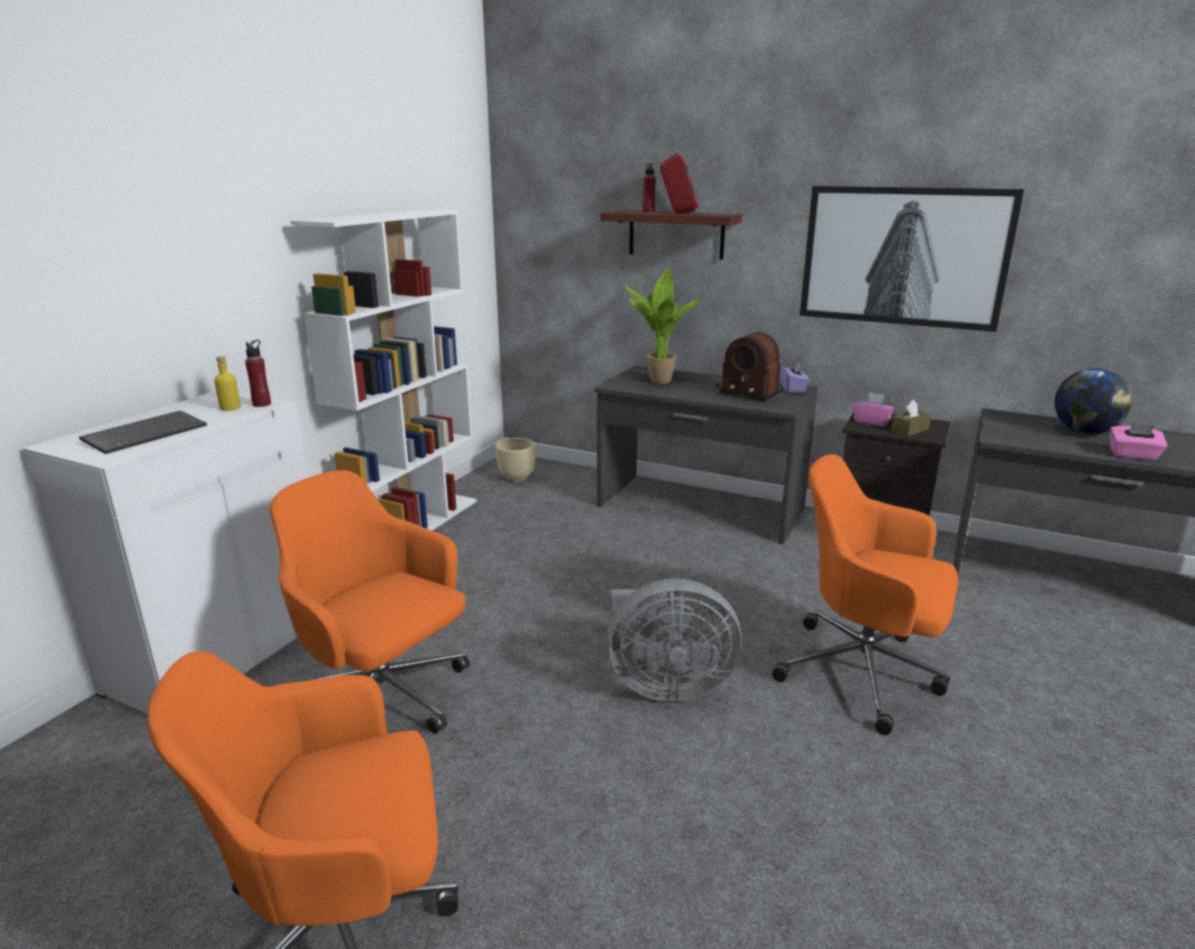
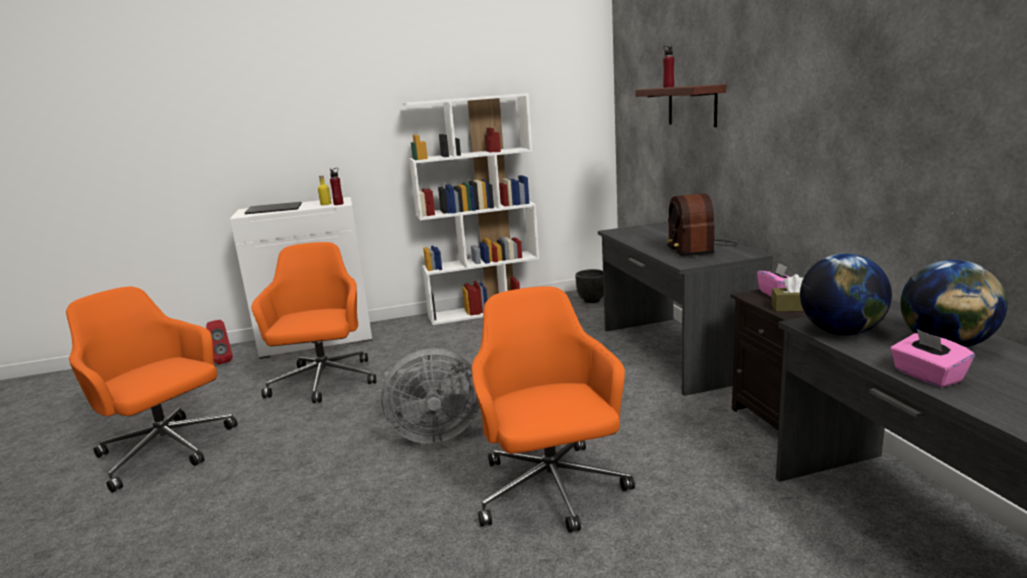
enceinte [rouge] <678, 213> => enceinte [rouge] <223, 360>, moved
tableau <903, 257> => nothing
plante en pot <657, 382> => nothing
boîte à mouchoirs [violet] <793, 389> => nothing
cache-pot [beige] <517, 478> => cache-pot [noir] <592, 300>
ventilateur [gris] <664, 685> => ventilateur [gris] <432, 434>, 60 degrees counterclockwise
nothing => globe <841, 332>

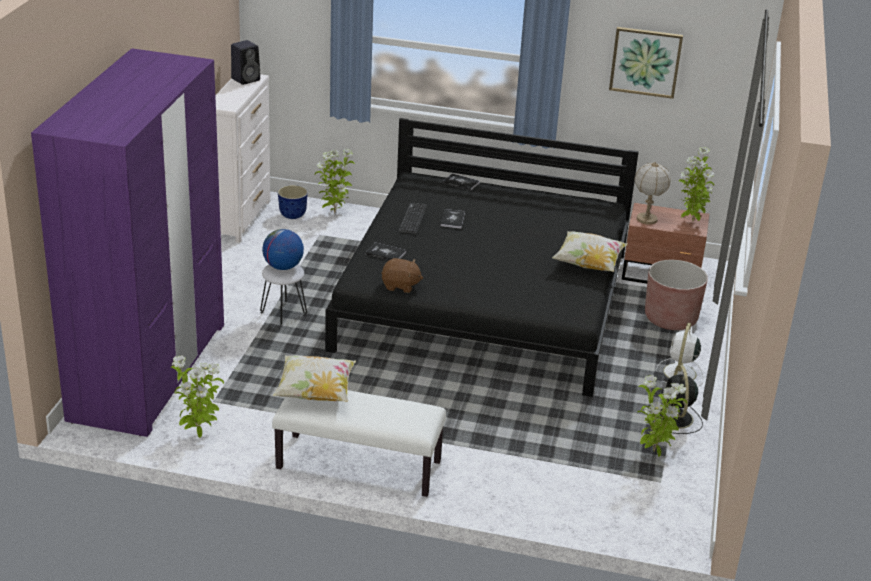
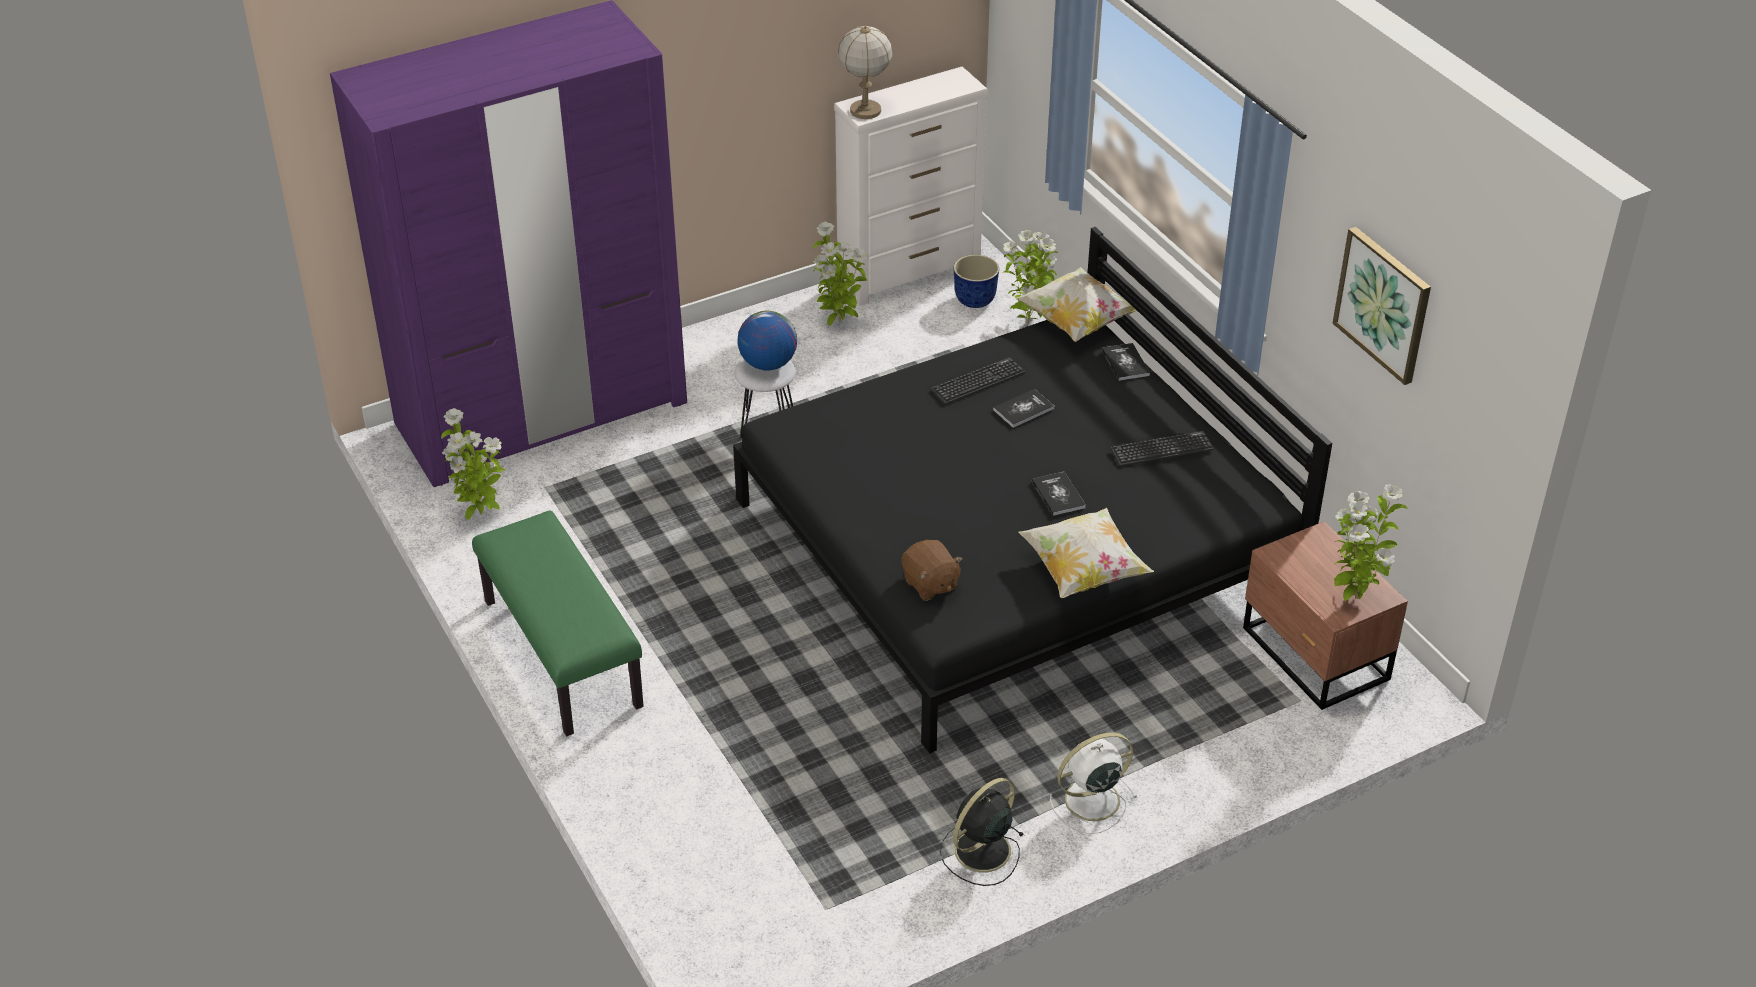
enceinte [noir] <246, 79> => nothing
lampe de table <646, 219> => lampe de table <866, 110>, moved
livre <385, 253> => livre <1058, 495>, moved
peluche [marron] <400, 286> => peluche [marron] <930, 584>, moved
cache-pot [marron] <670, 319> => nothing
coussin <315, 393> => coussin <1076, 322>, moved
plante en pot <654, 453> => plante en pot <838, 323>, moved
banc [blanc] <357, 466> => banc [vert] <560, 654>
nothing => clavier <1162, 449>

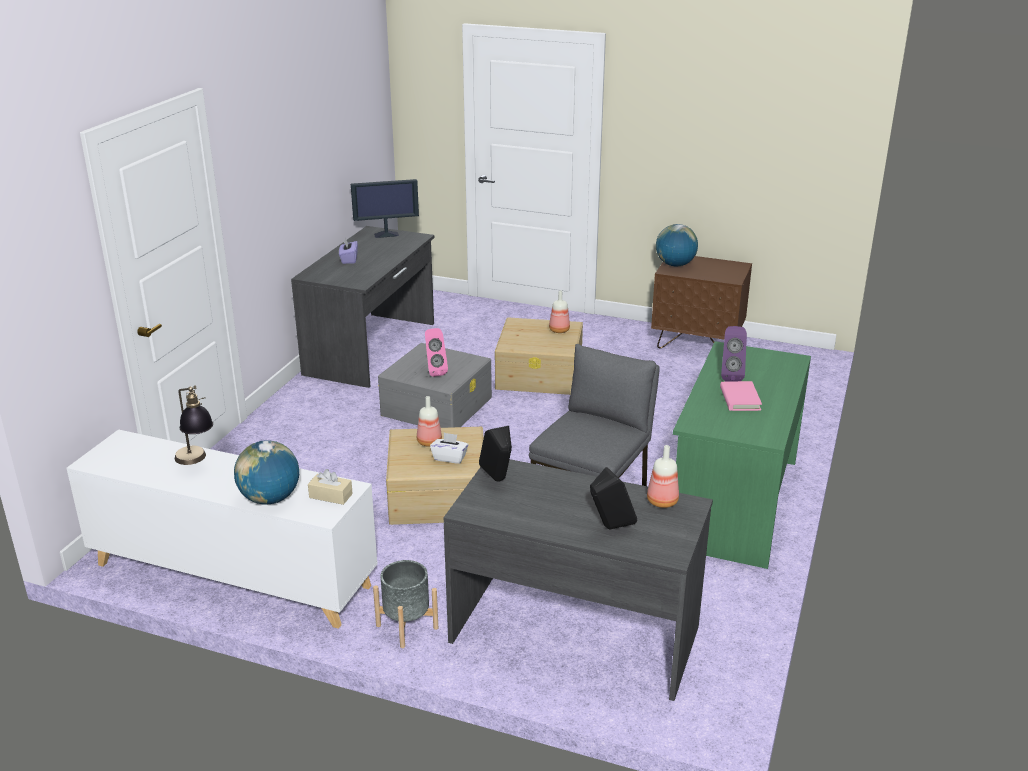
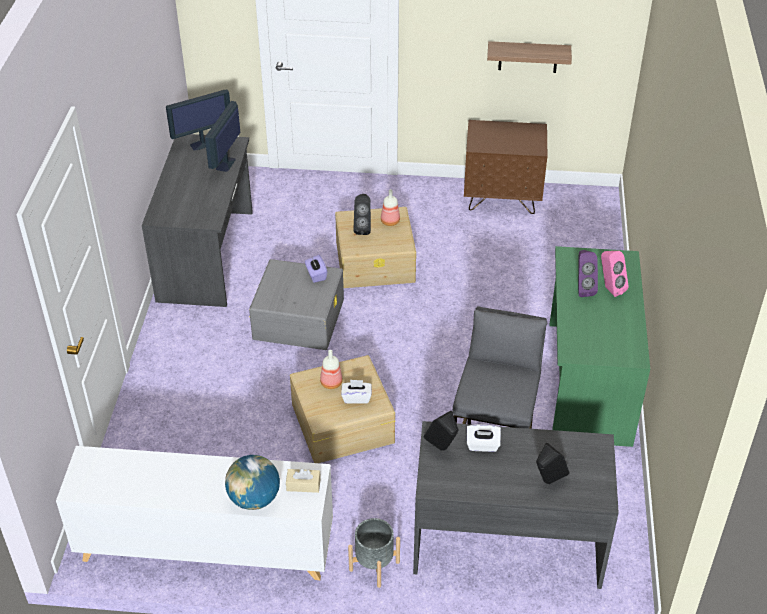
globe <675, 264> => nothing
boîte à mouchoirs [violet] <349, 259> => boîte à mouchoirs [violet] <316, 275>, moved
enceinte [rose] <434, 372> => enceinte [rose] <609, 289>, moved
livre [rose] <740, 399> => nothing
lampe de table <196, 462> => nothing
bouteille <661, 501> => nothing
nothing => étagère <528, 57>
nothing => écran d'ordinateur <225, 164>
nothing => enceinte [noir] <363, 228>
nothing => boîte à mouchoirs [blanc] <482, 445>

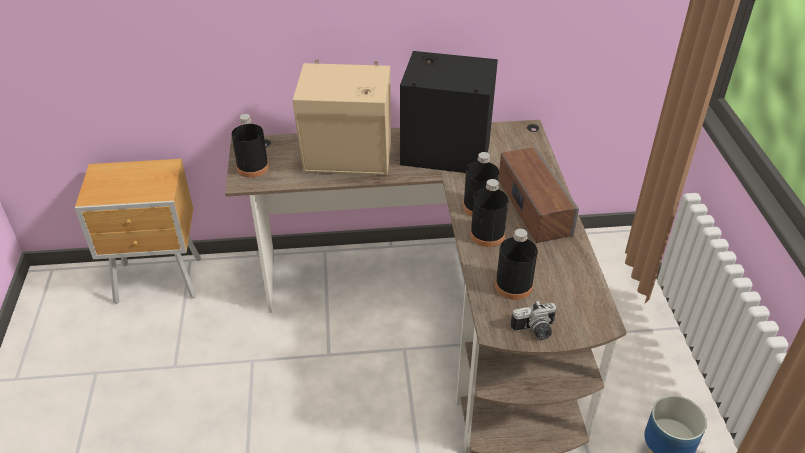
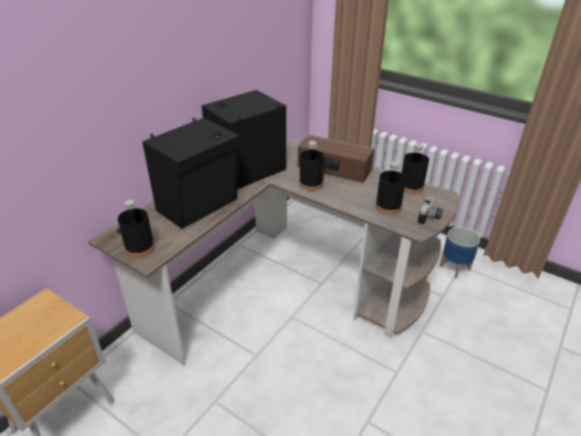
enceinte [beige] <349, 161> => enceinte [noir] <200, 206>
bouteille [noir] <487, 235> => bouteille [noir] <411, 187>, moved

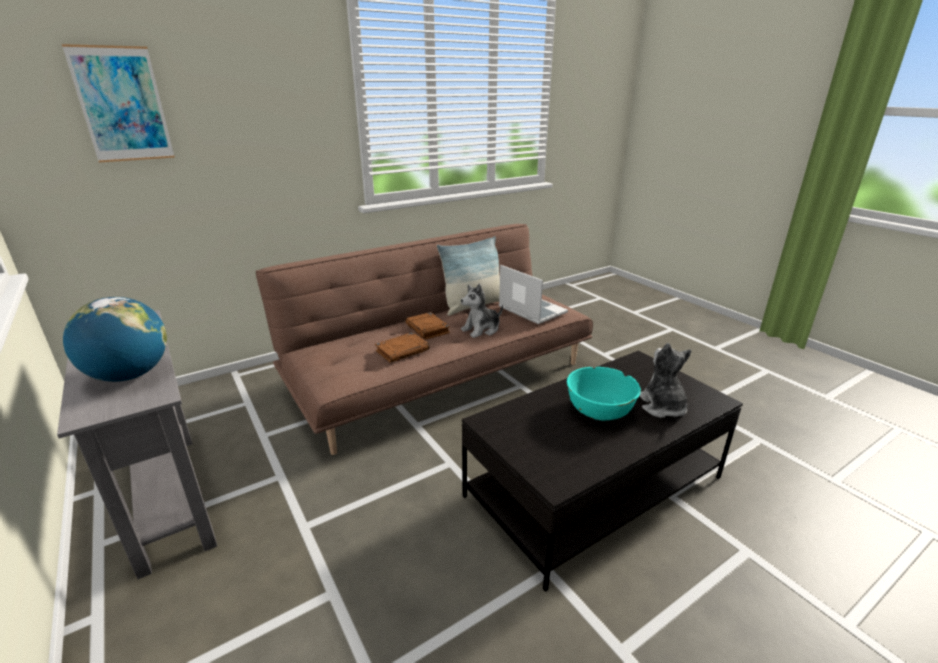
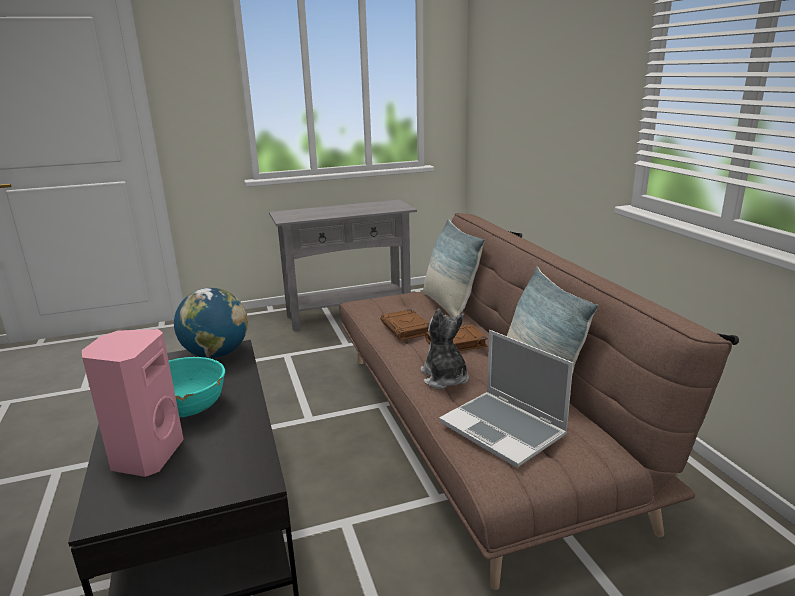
tableau <122, 105> => nothing
ordinateur portable <531, 310> => ordinateur portable <504, 429>, 75 degrees clockwise
globe <130, 375> => globe <216, 354>, moved
peluche <662, 407> => enceinte [rose] <145, 456>
nothing => coussin <448, 305>

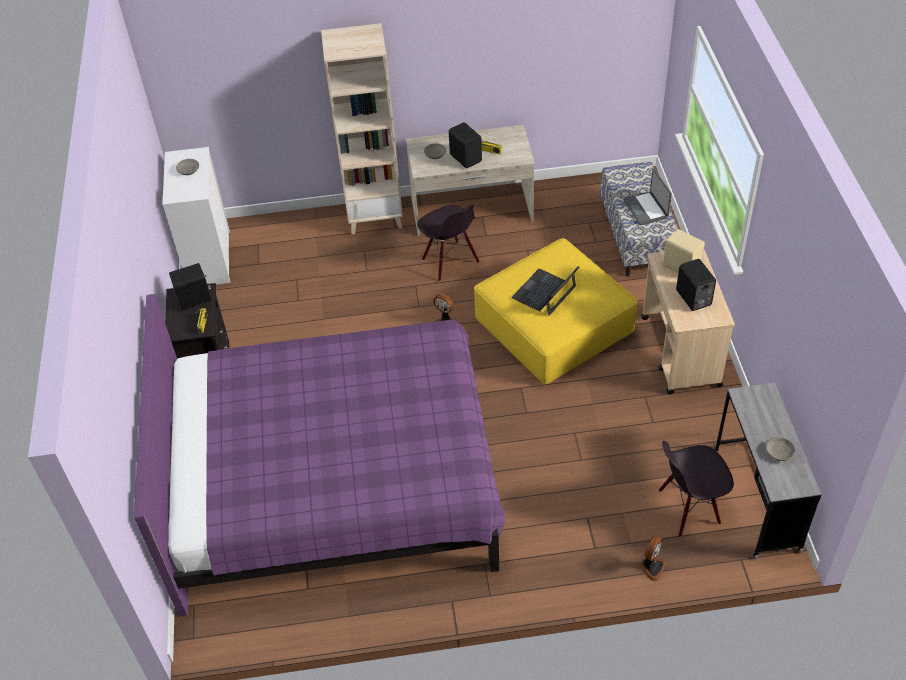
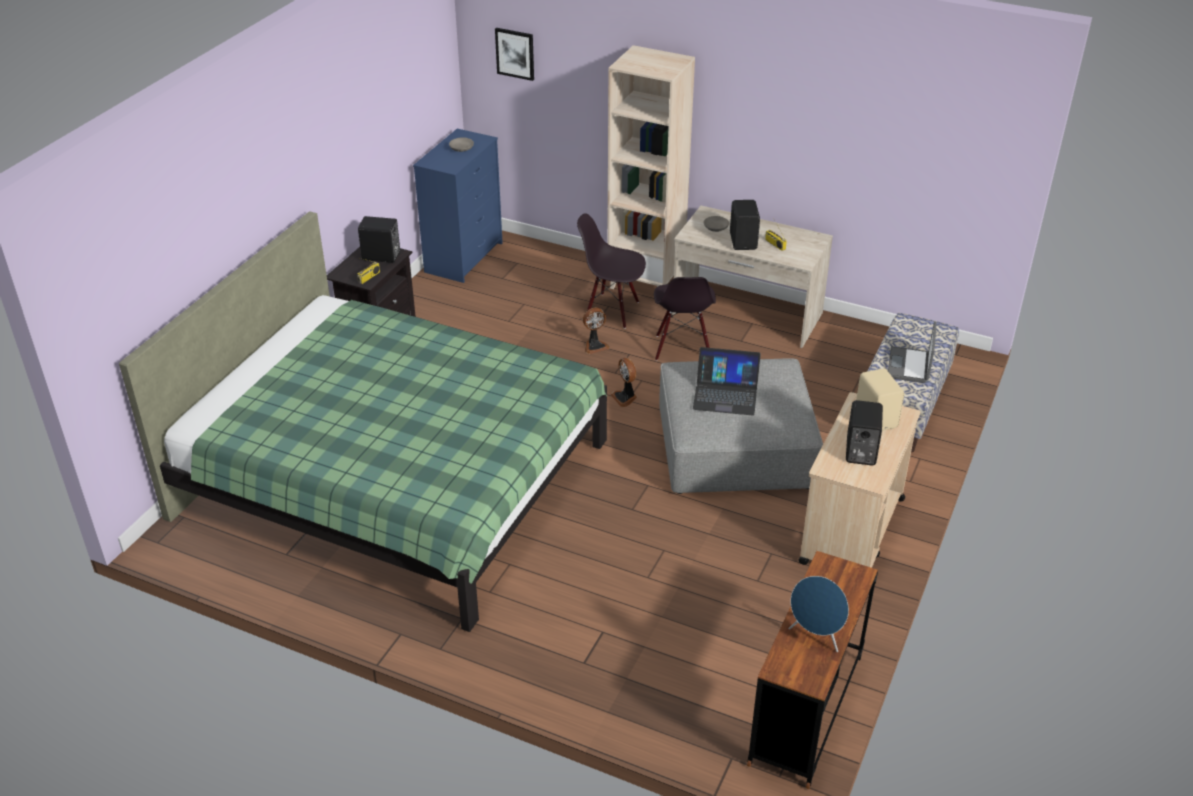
commode [blanc] <209, 258> => commode [bleu] <464, 257>
pouf [jaune] <554, 325> => pouf [gris] <735, 446>
ordinateur portable <545, 292> => ordinateur portable <725, 395>, 150 degrees counterclockwise
lit [violet] <333, 482> => lit [vert] <394, 480>
bureau [gris] <757, 498> => bureau [marron] <806, 710>
bol [gris] <780, 452> => enceinte [bleu] <815, 636>
chaise [noir] <688, 508> => chaise [noir] <612, 311>, moved
ventilateur <651, 567> => ventilateur <594, 346>, moved
nothing => tableau <515, 53>

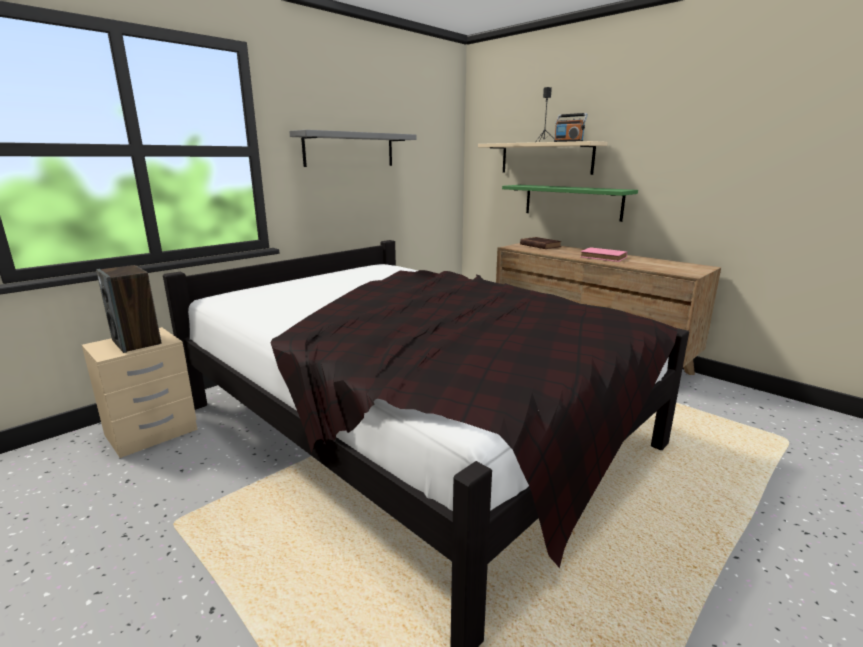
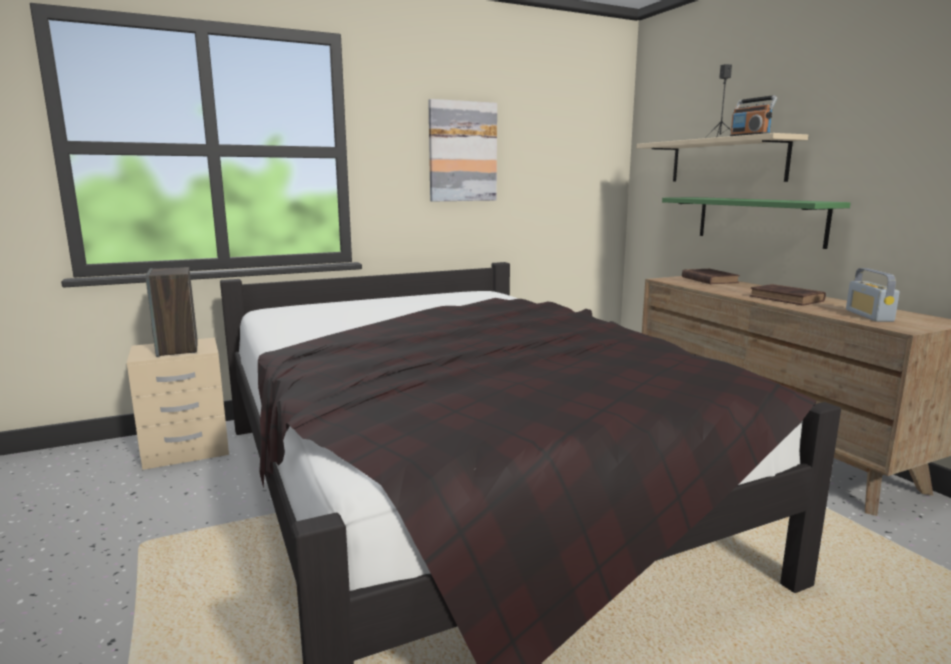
étagère [gris] <349, 150> => tableau <462, 152>
livre [rose] <604, 257> => livre [marron] <788, 299>
nothing => radio <869, 315>

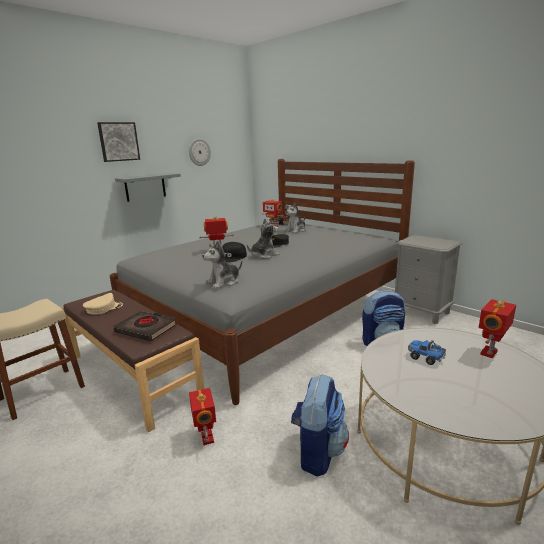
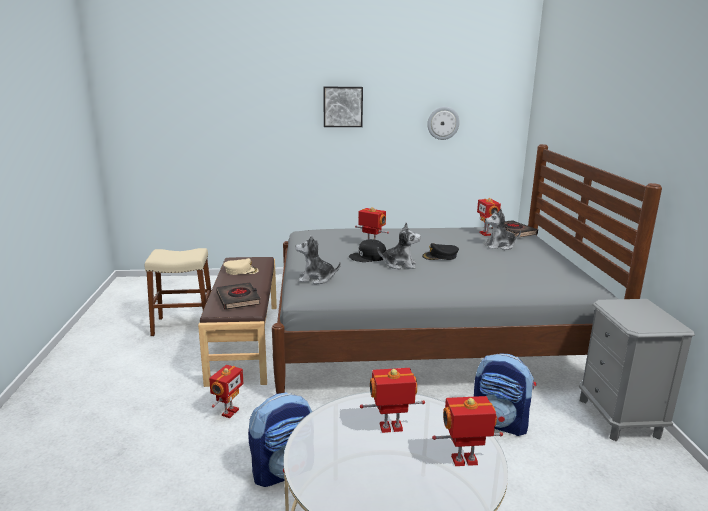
étagère [gris] <145, 187> => nothing
camion jouet <425, 358> => robot jouet <391, 428>

